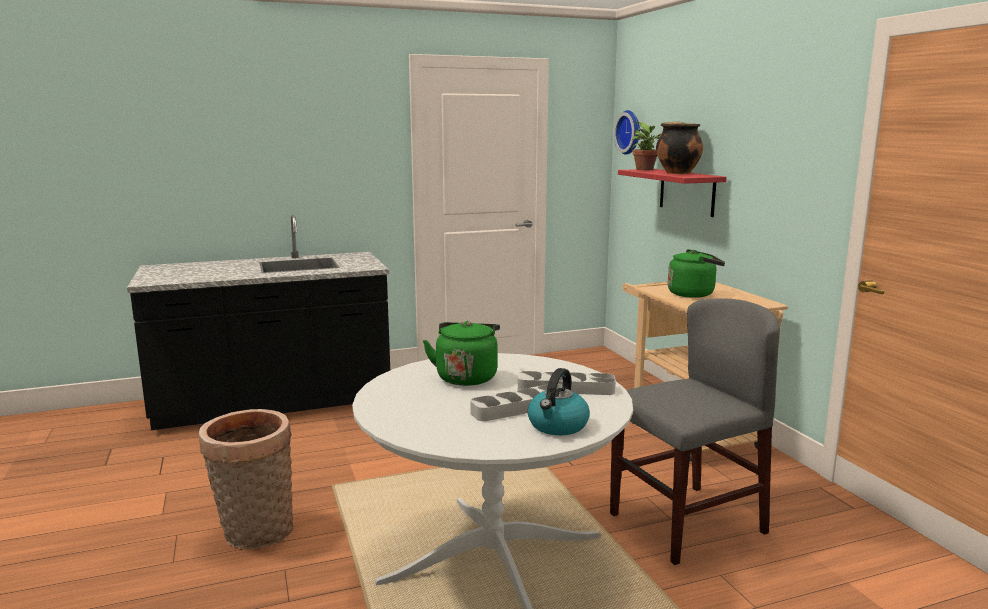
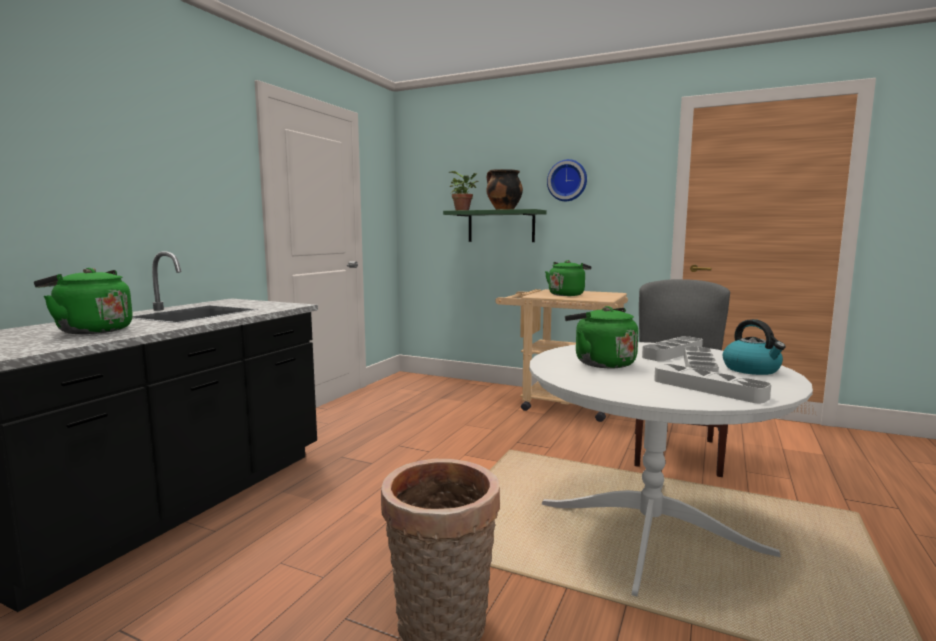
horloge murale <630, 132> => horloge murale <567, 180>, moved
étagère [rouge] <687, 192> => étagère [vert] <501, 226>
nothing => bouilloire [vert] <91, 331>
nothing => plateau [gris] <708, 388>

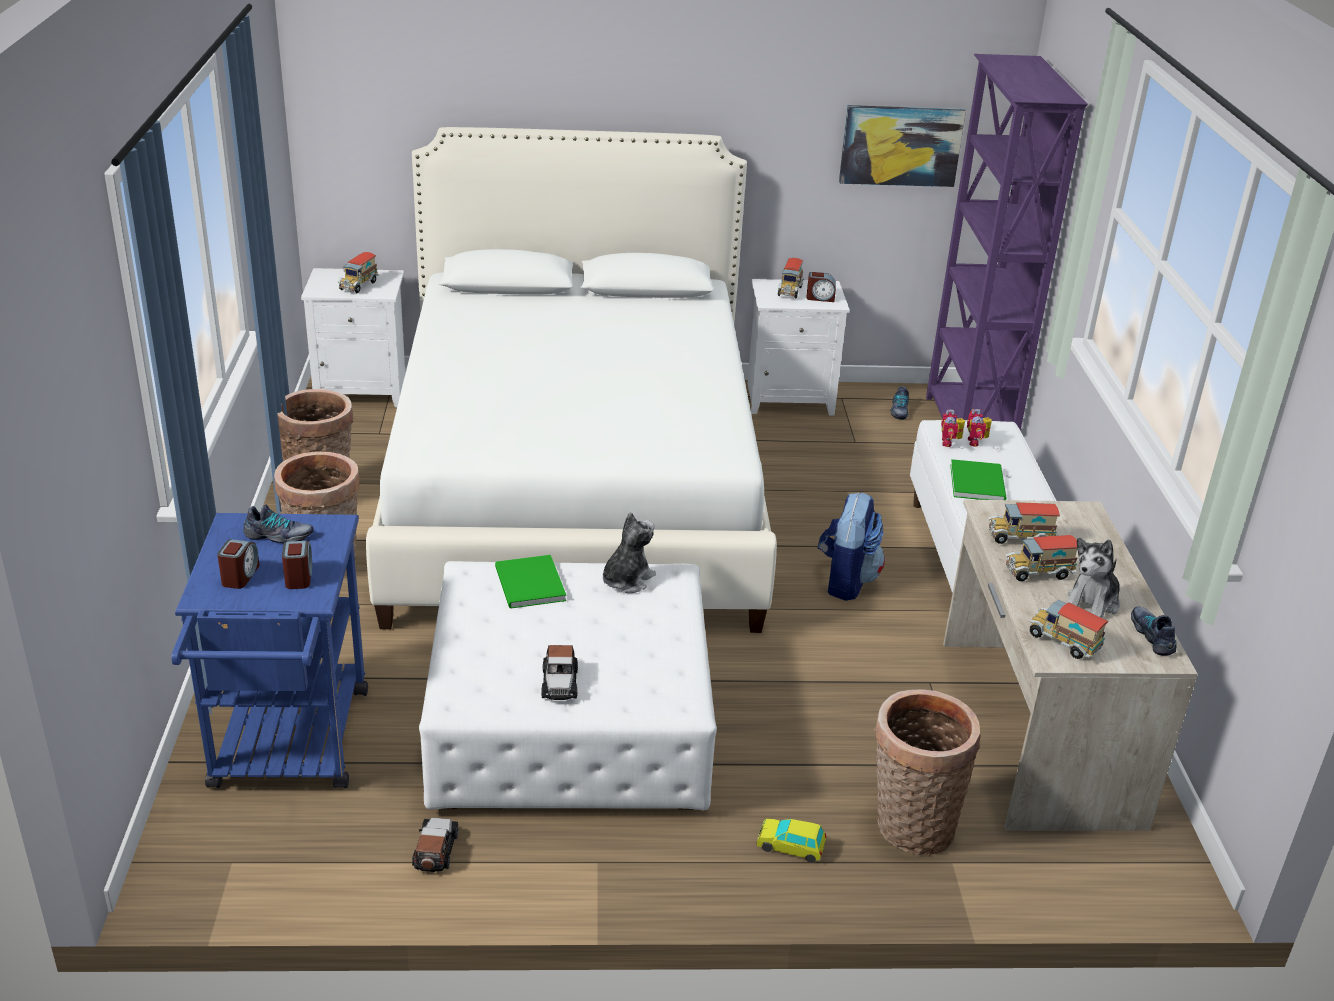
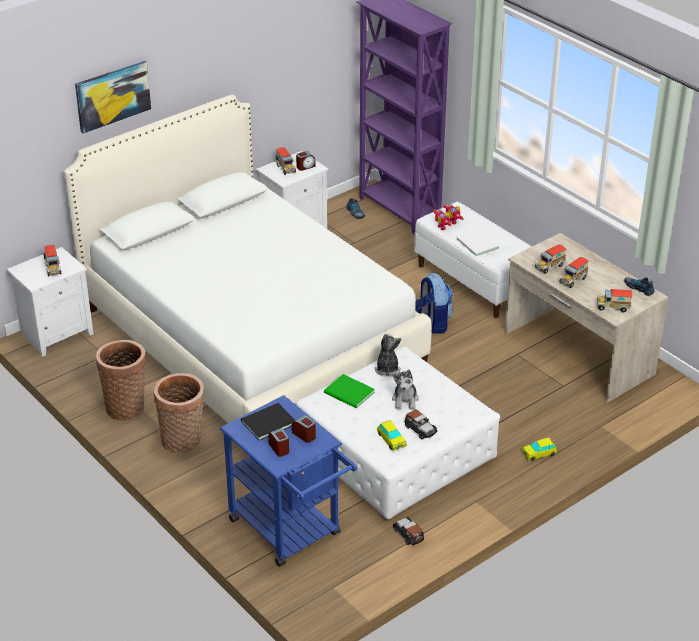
tableau <900, 145> => tableau <112, 96>, moved
livre [vert] <979, 482> => livre [blanc] <477, 243>
chaussure <278, 536> => livre [noir] <266, 422>
peluche <1092, 604> => peluche <405, 400>, moved
panier <910, 827> => nothing
nothing => petite voiture <391, 440>

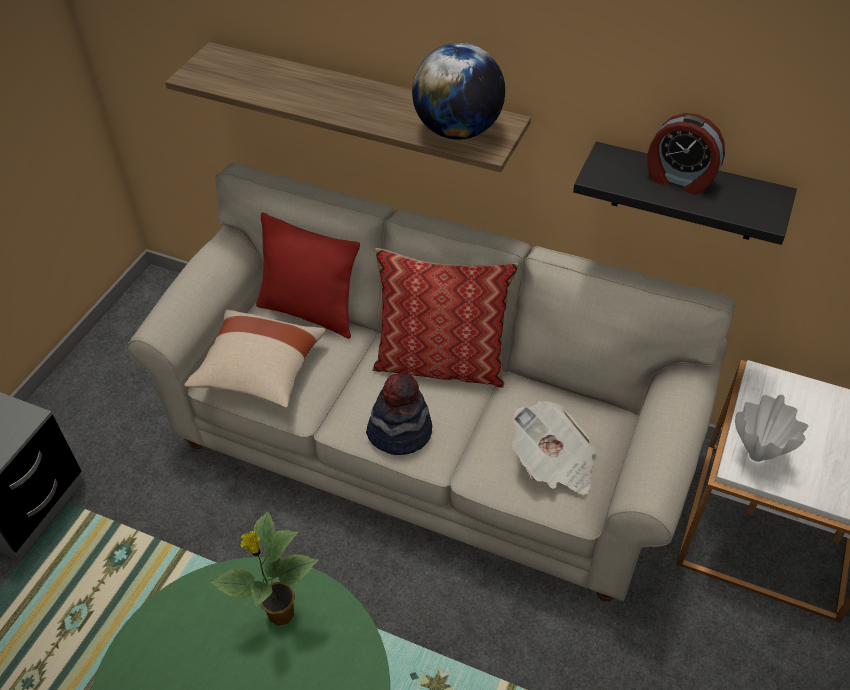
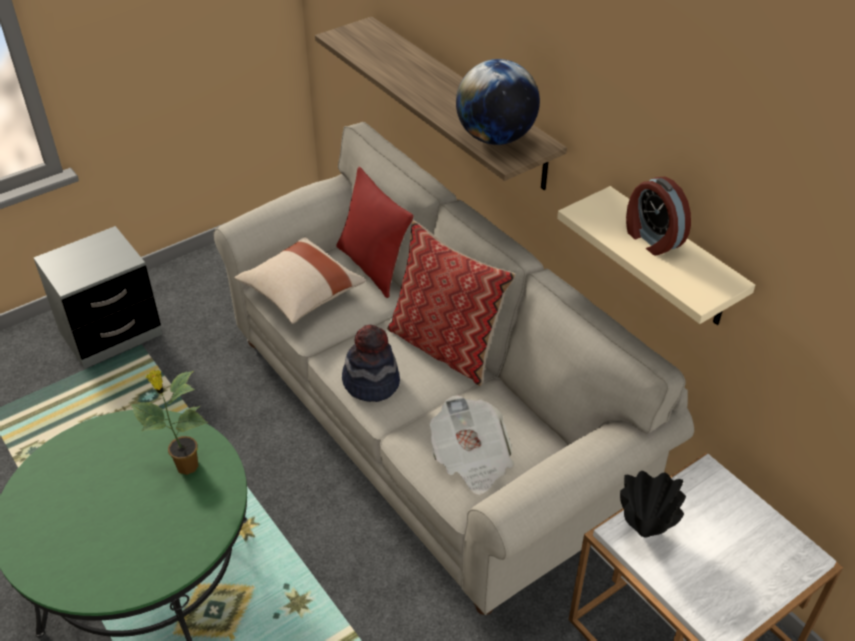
étagère [noir] <686, 193> => étagère [beige] <672, 259>
vase [blanc] <756, 456> => vase [noir] <643, 532>

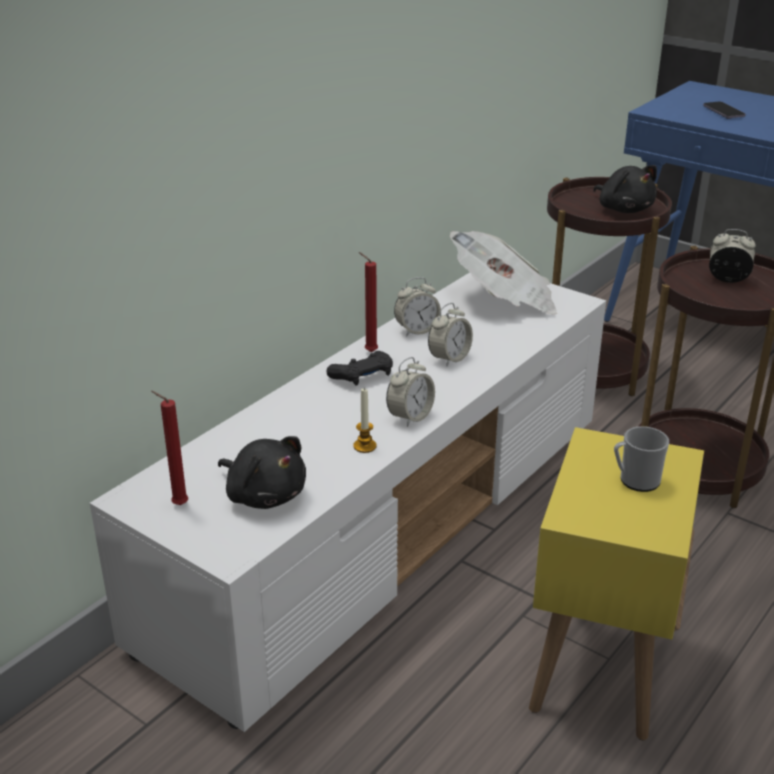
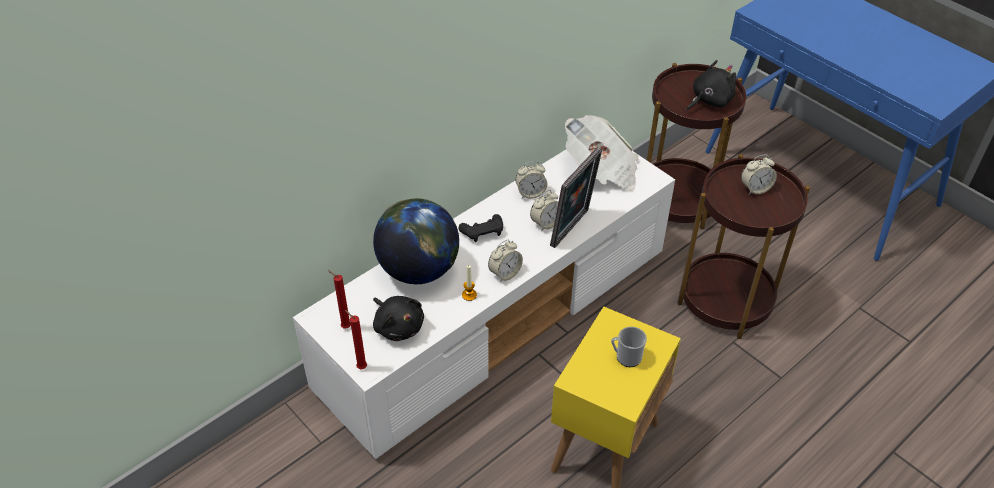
téléphone <723, 112> => nothing
peluche [noir] <624, 209> => peluche [noir] <709, 100>, 105 degrees counterclockwise
réveil <727, 279> => réveil <755, 188>, 135 degrees clockwise
bougie [rouge] <369, 351> => bougie [rouge] <360, 367>, moved
nothing => cadre photo <573, 229>
nothing => globe <418, 270>

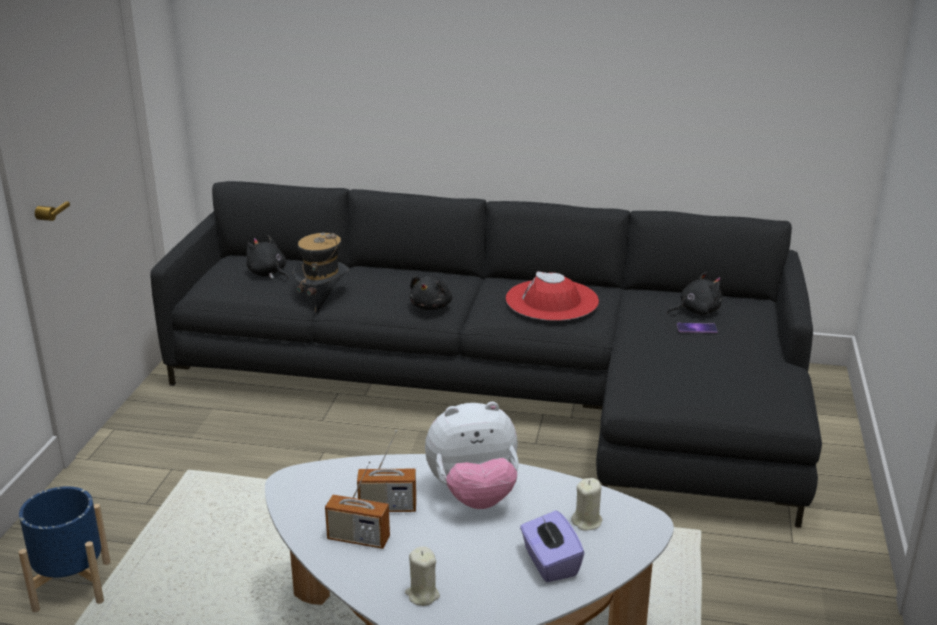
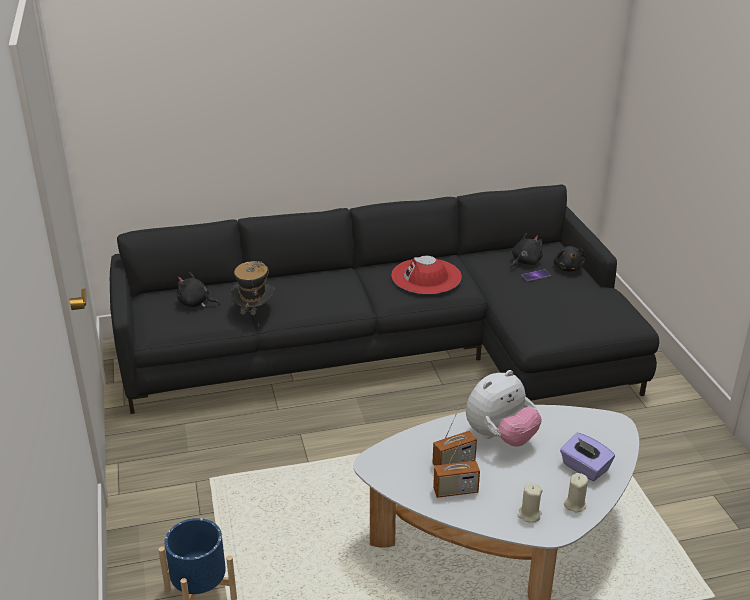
peluche [noir] <432, 306> => peluche [noir] <568, 268>, moved
bougie [beige] <587, 522> => bougie [beige] <575, 504>, moved

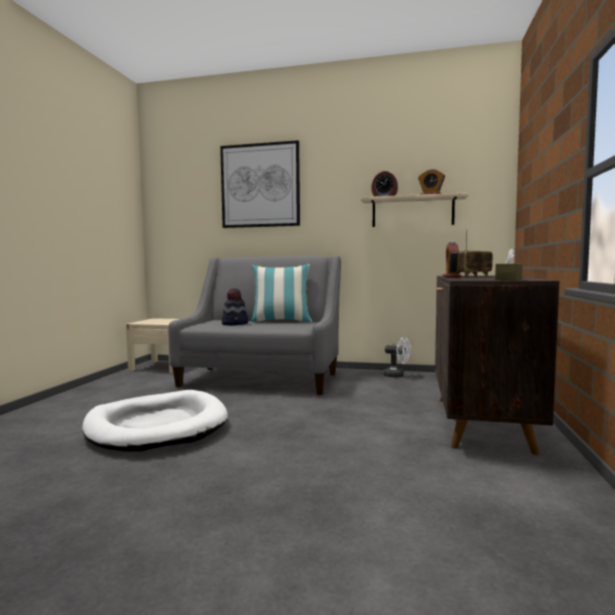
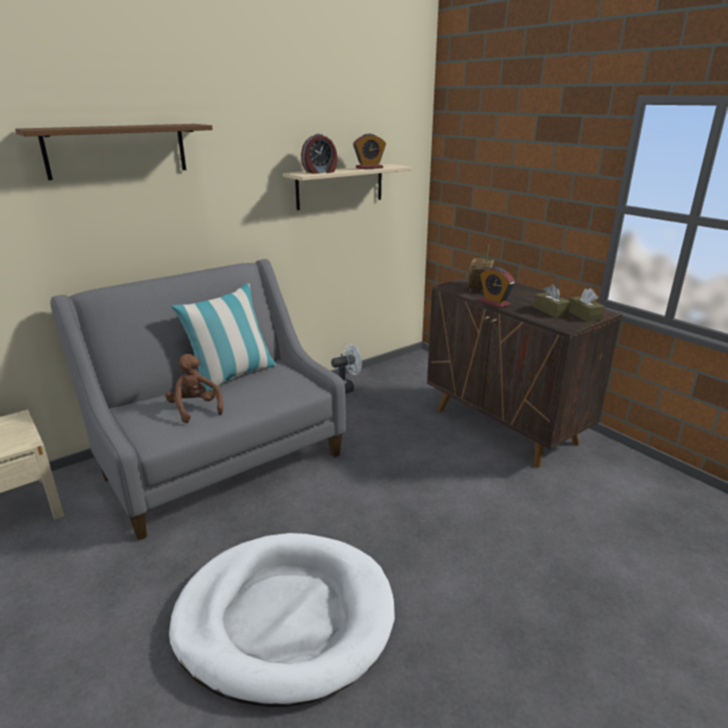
tableau <260, 185> => étagère [marron] <117, 150>
chapeau <235, 324> => peluche [marron] <195, 409>
nothing => boîte à mouchoirs [marron] <550, 311>

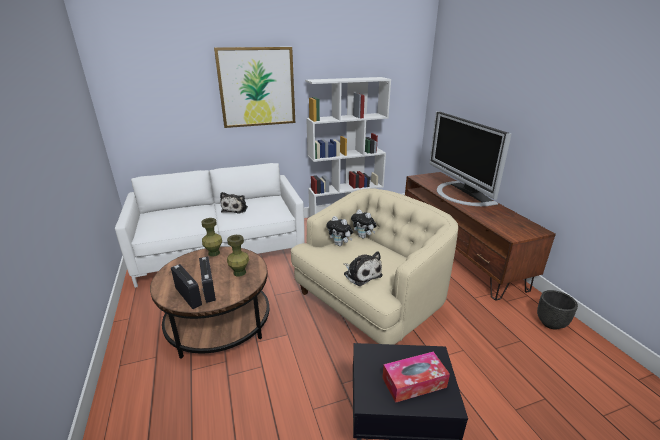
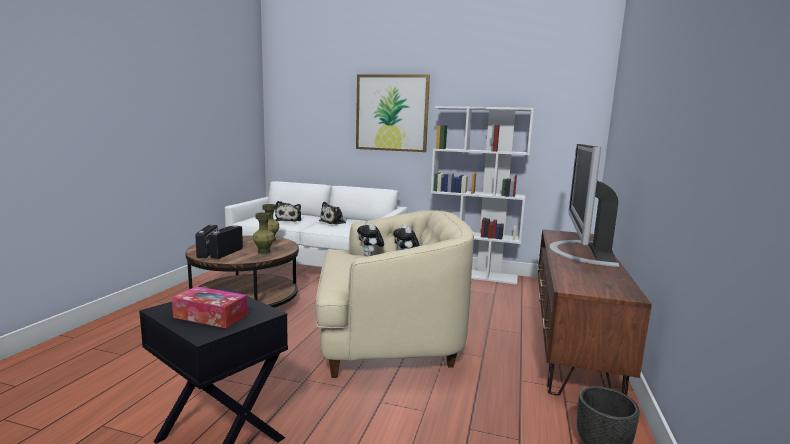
peluche <361, 274> => peluche <289, 220>, moved

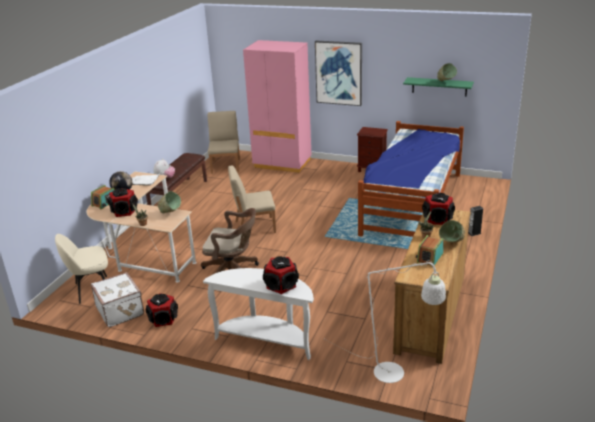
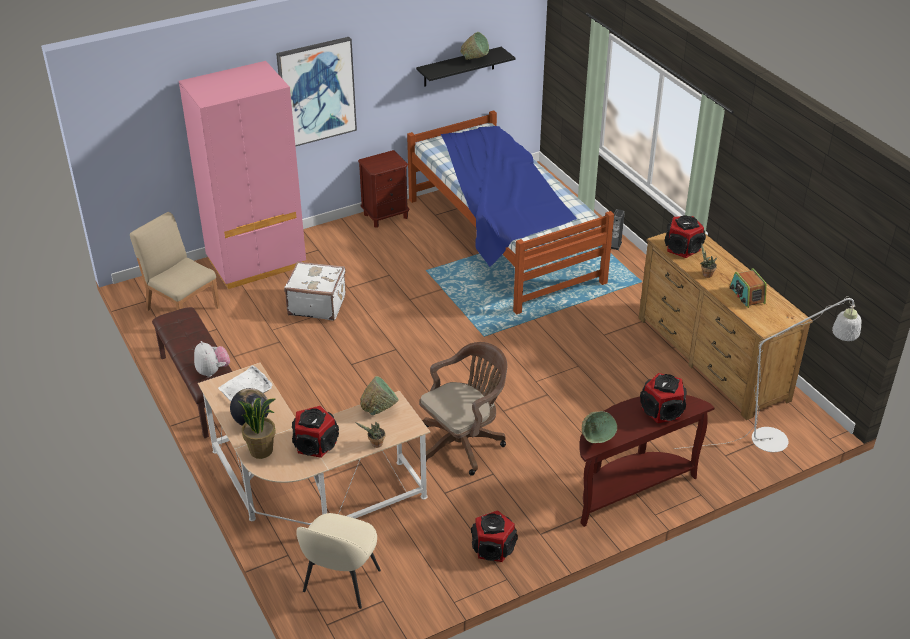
étagère [vert] <439, 86> => étagère [noir] <459, 67>
chaise [beige] <254, 226> => nothing
radio <105, 203> => plante en pot <261, 450>
bol [vert] <452, 244> => bol [vert] <596, 440>, moved
table console [blanc] <266, 340> => table console [marron] <629, 489>
valise [blanc] <121, 310> => valise [blanc] <317, 304>, moved

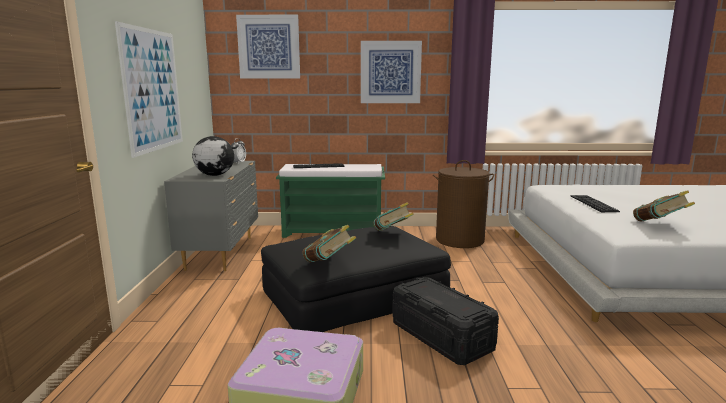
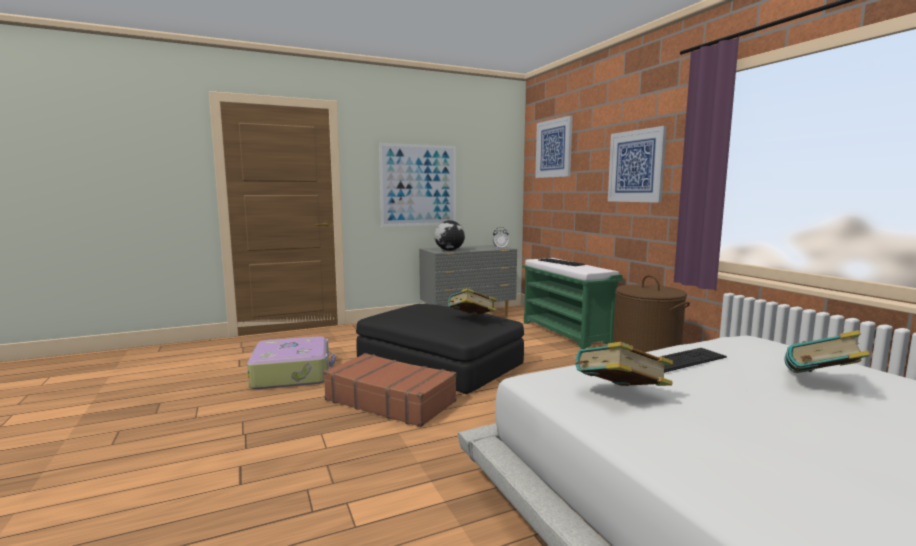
livre <329, 263> => livre <821, 383>, moved
boîte de rangement [noir] <441, 336> => valise [marron] <390, 400>

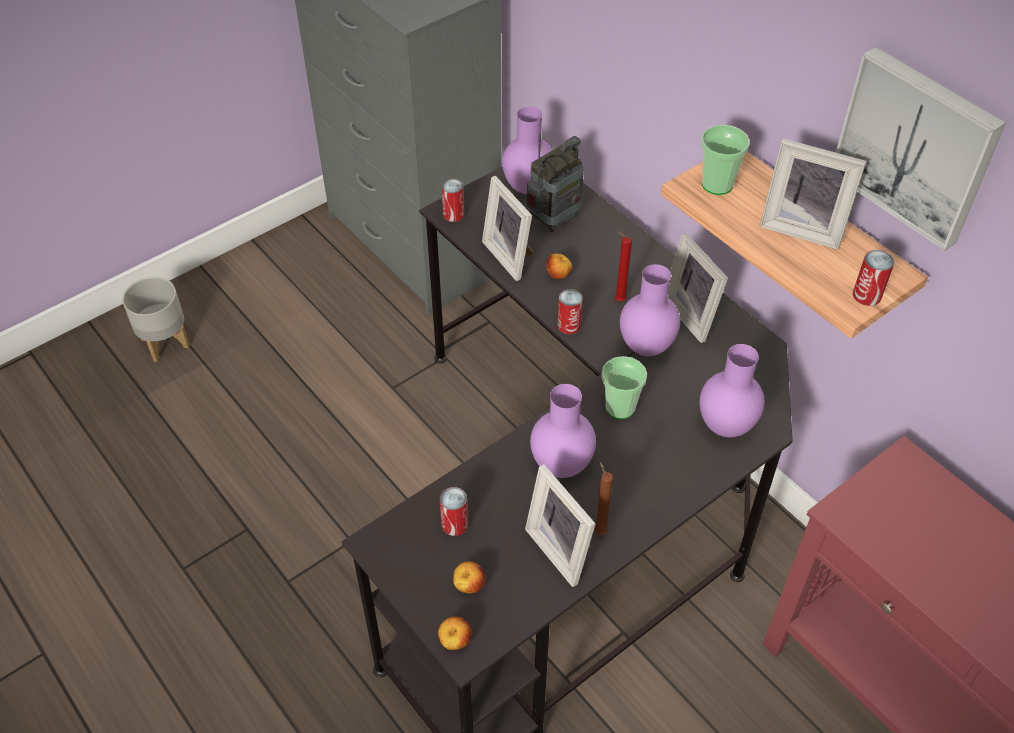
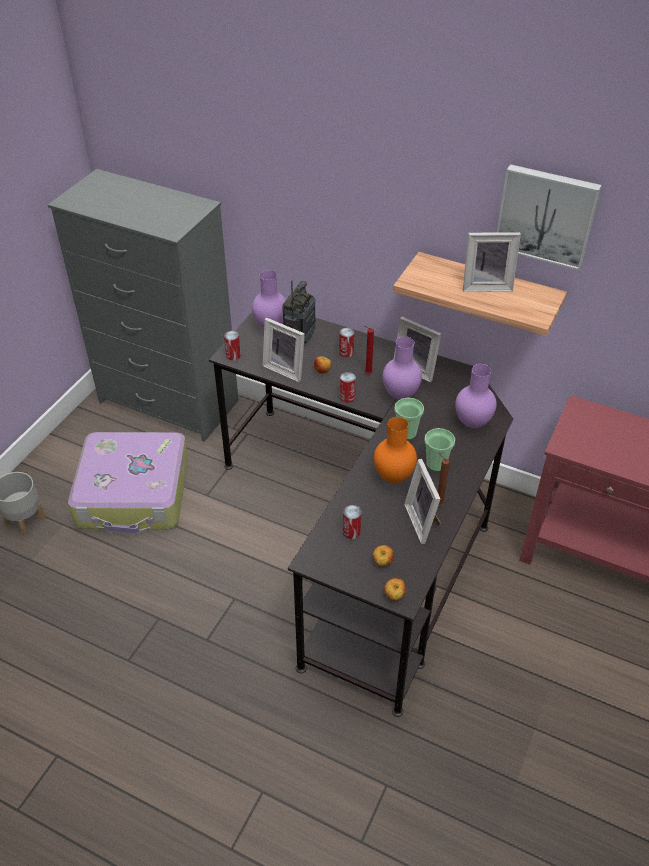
tasse <717, 184> => tasse <436, 464>, moved
boîte métallique <867, 295> => boîte métallique <346, 352>, moved
vase [violet] <560, 465> => vase [orange] <392, 476>
cadre photo <563, 549> => cadre photo <424, 521>, 45 degrees clockwise
nothing => valise <134, 493>

